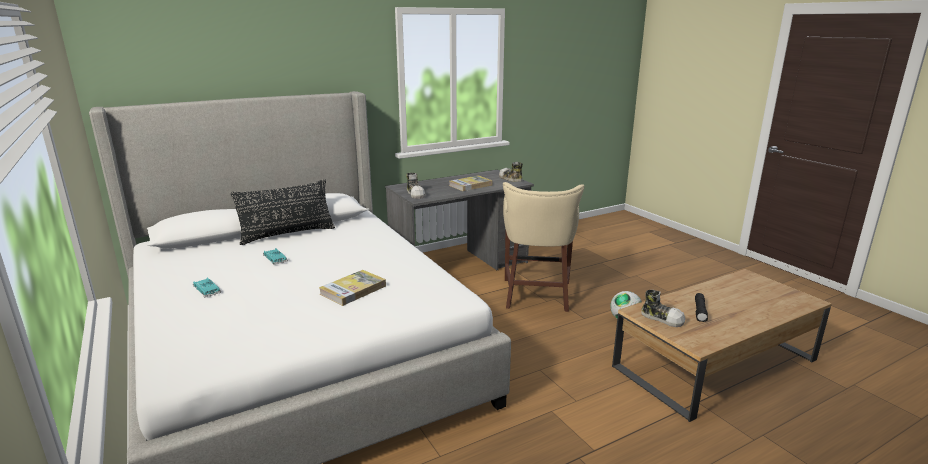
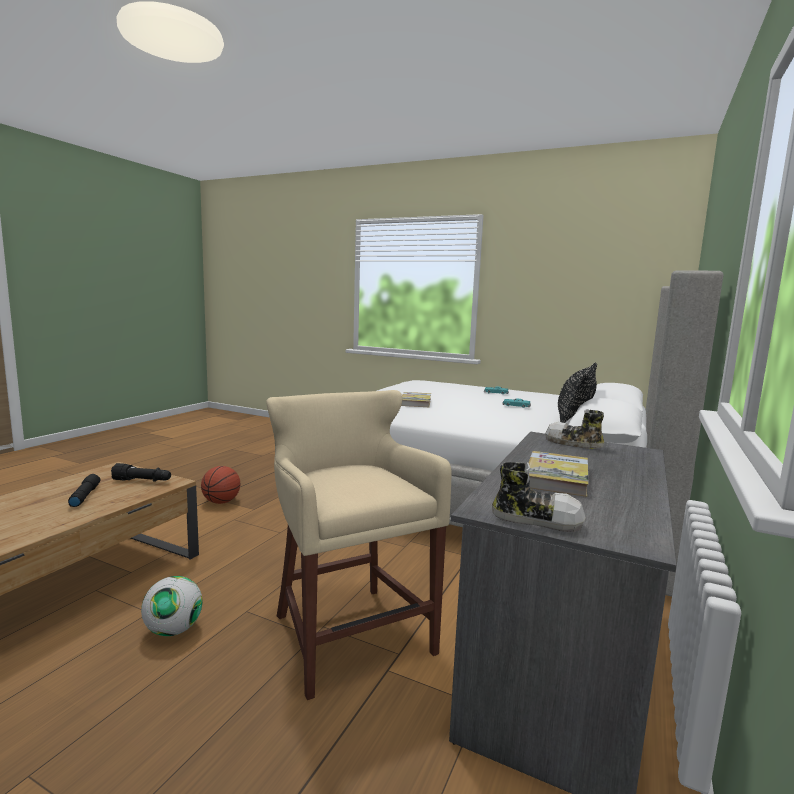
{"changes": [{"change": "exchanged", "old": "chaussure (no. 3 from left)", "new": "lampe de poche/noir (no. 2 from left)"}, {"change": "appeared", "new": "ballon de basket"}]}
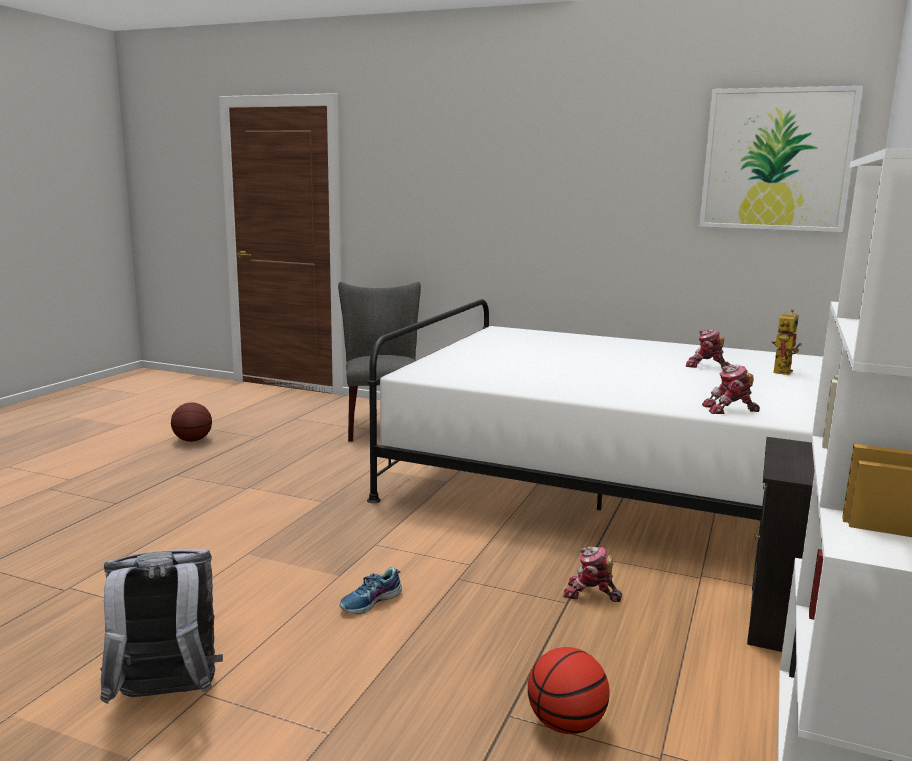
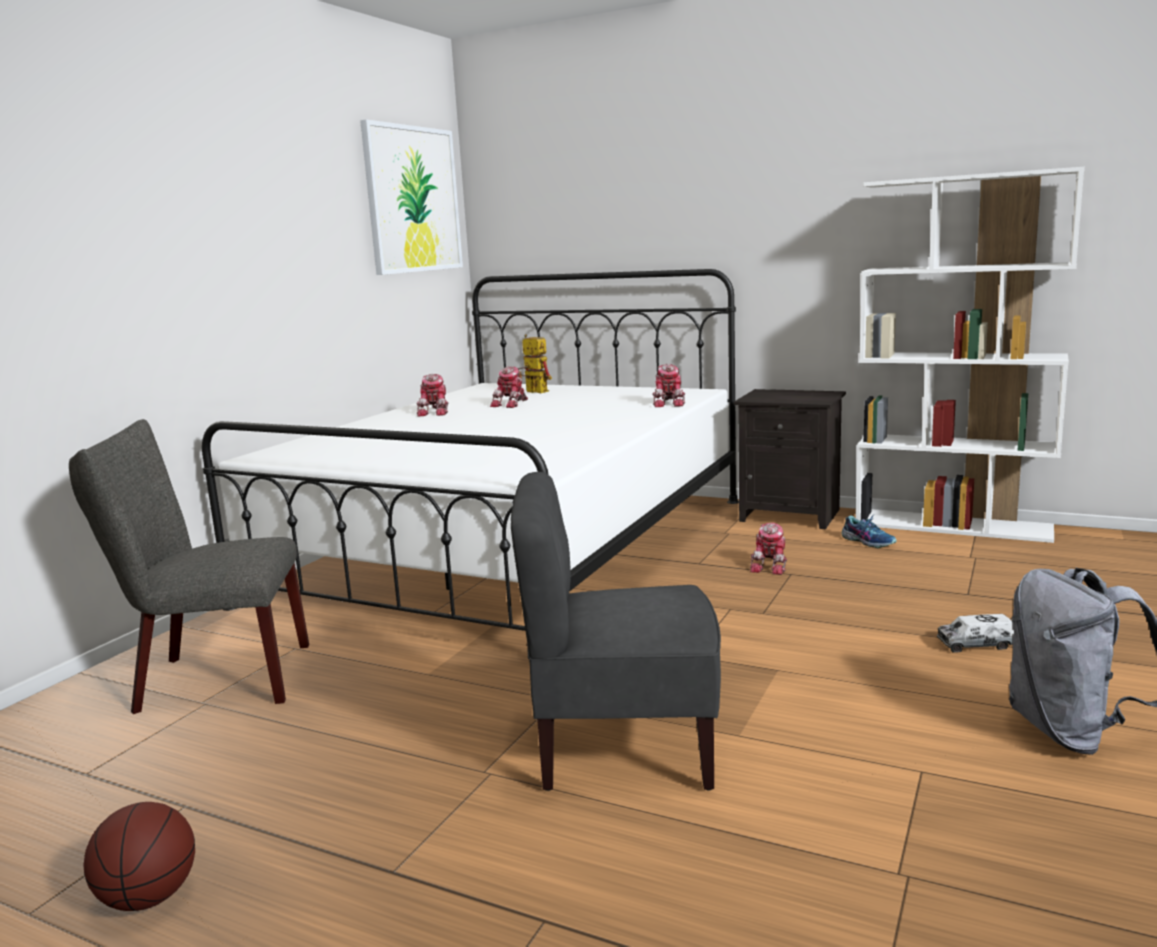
{"changes": [{"change": "relocated", "old": "chaussure"}, {"change": "missing", "old": "ballon de basket (no. 2 from left)"}, {"change": "appeared", "new": "robot jouet (no. 1 from left)"}, {"change": "appeared", "new": "chaise/gris (no. 2 from left)"}, {"change": "appeared", "new": "camion jouet"}]}
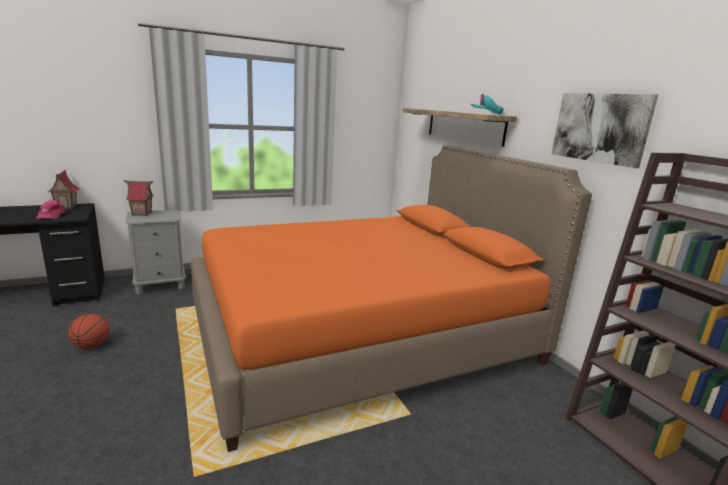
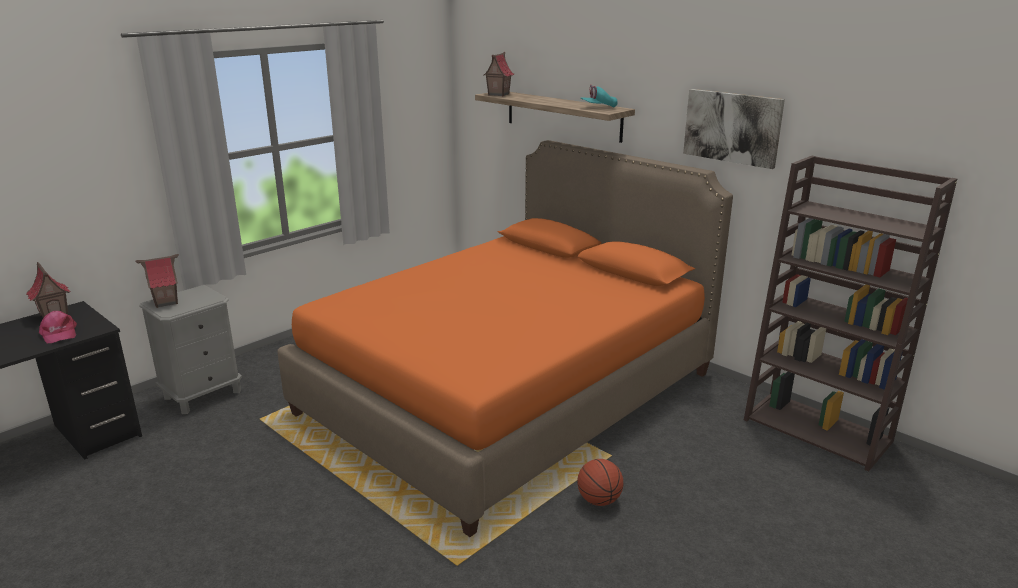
{"changes": [{"change": "relocated", "old": "ballon de basket"}, {"change": "appeared", "new": "maison miniature (no. 3 from left)"}]}
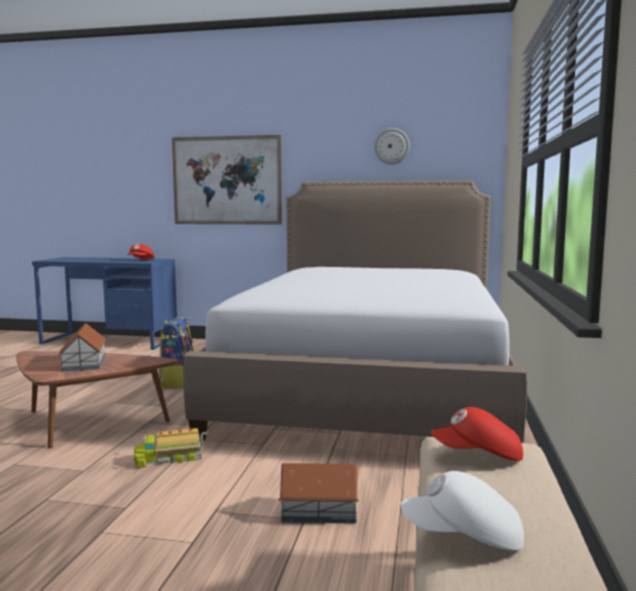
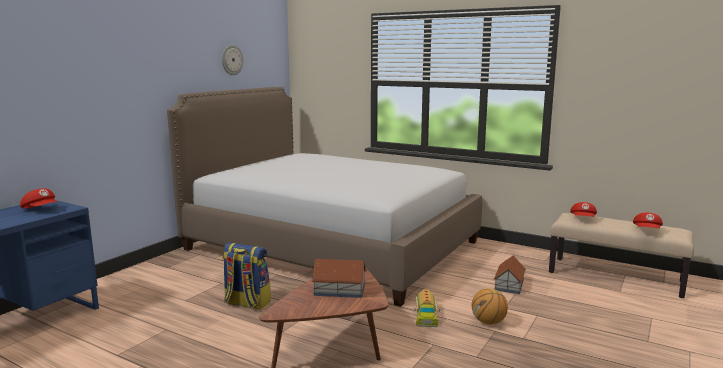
{"changes": [{"change": "missing", "old": "tableau"}, {"change": "colour", "old": "casquette/blanc", "new": "casquette/rouge (no. 3 from left)"}, {"change": "appeared", "new": "ballon de basket"}]}
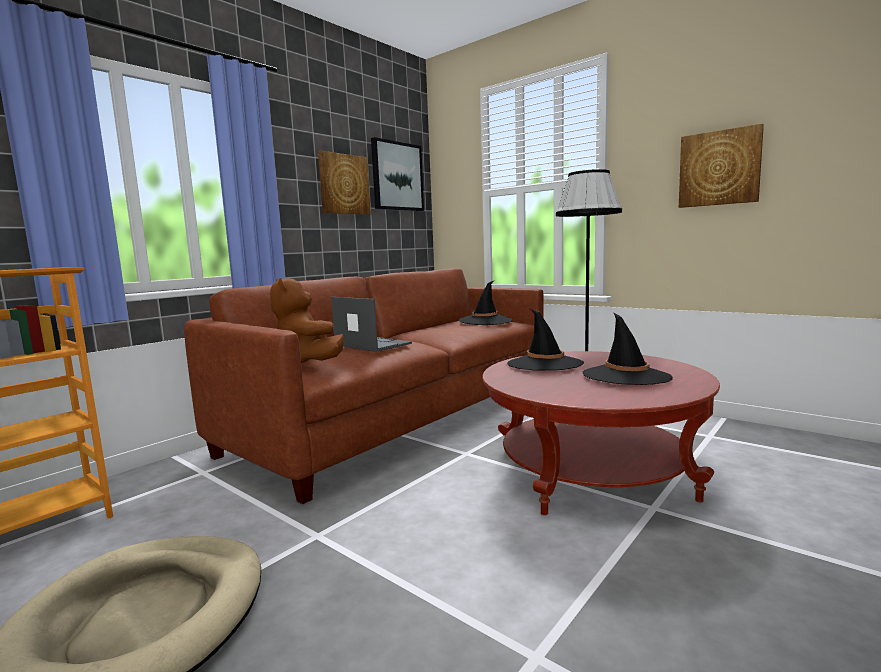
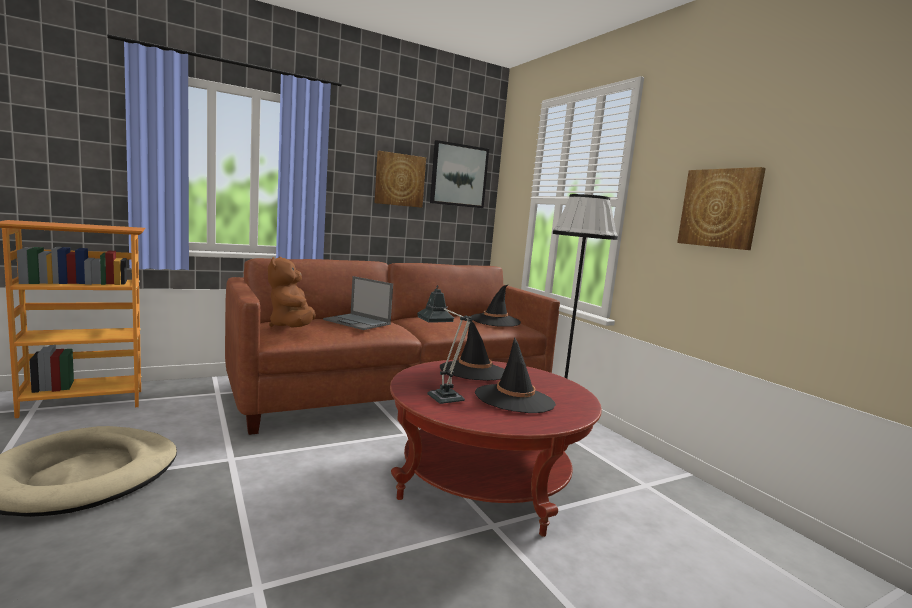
{"changes": [{"change": "spun", "old": "ordinateur portable", "degrees": 150}, {"change": "appeared", "new": "lampe de table"}]}
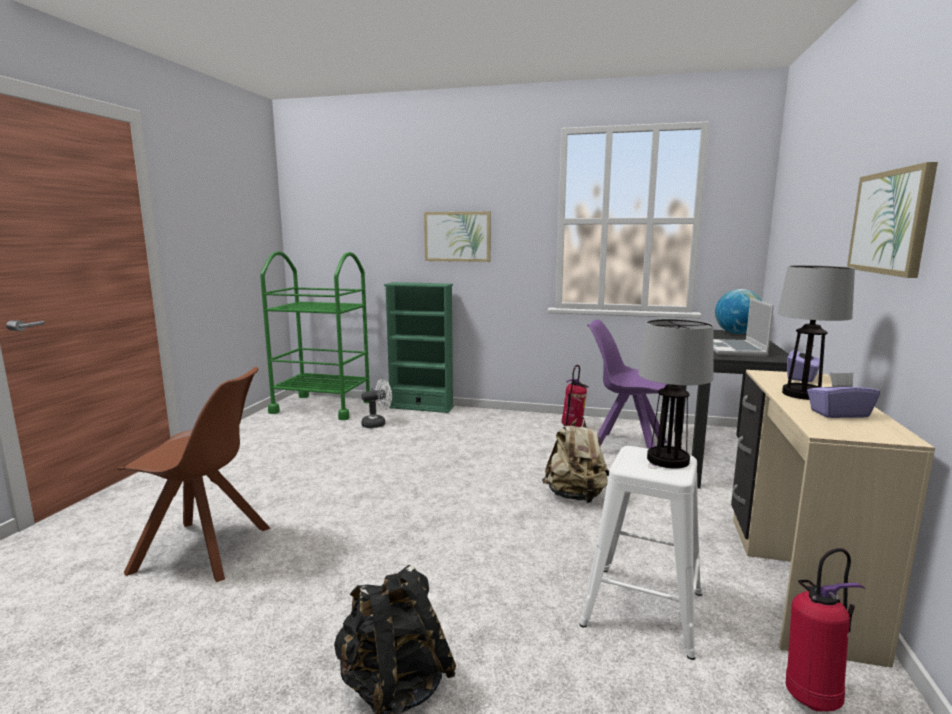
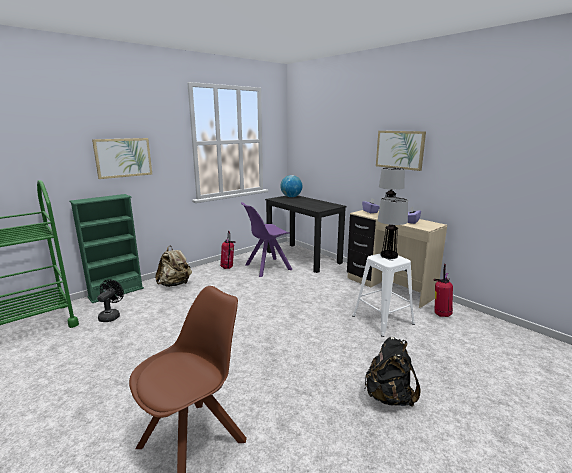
{"changes": [{"change": "colour", "old": "ventilateur/blanc", "new": "ventilateur/noir"}, {"change": "relocated", "old": "sac à dos/beige"}, {"change": "missing", "old": "ordinateur portable"}]}
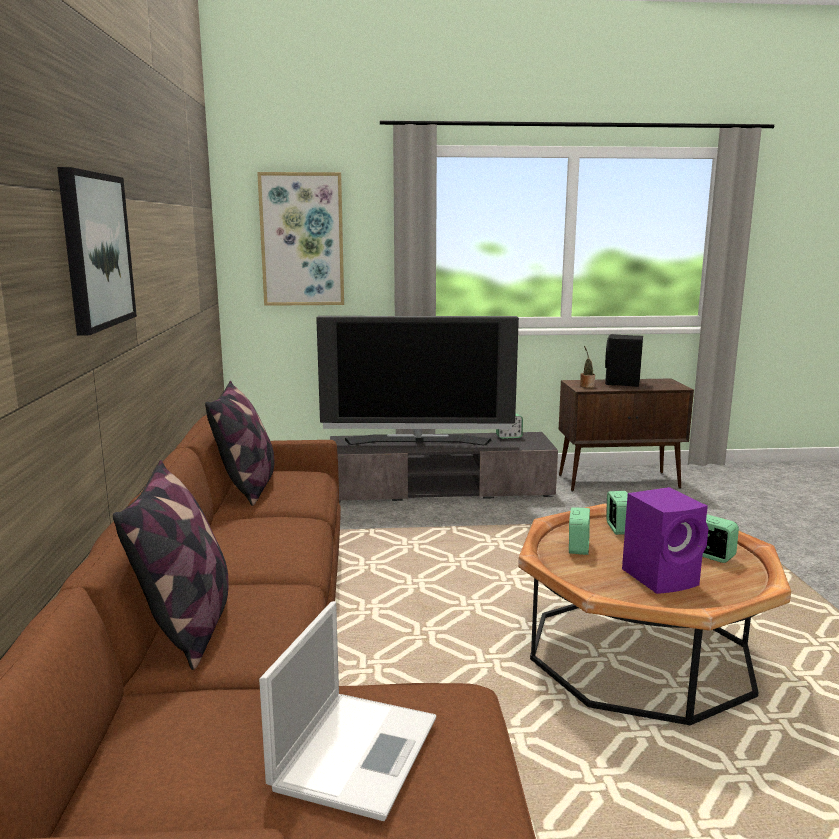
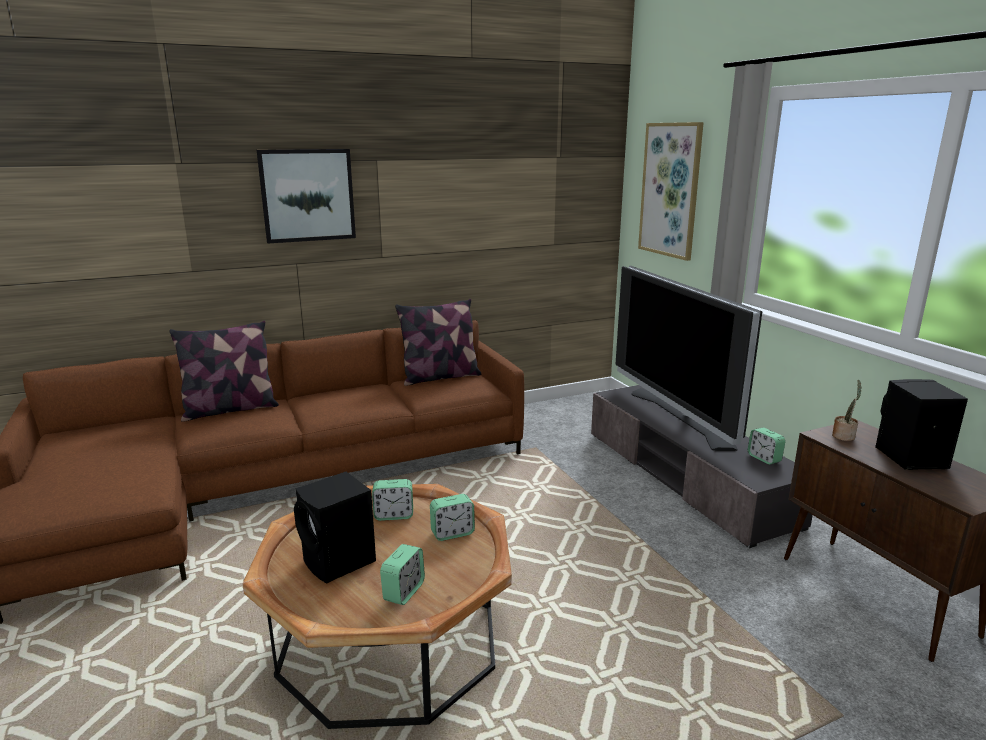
{"changes": [{"change": "missing", "old": "ordinateur portable"}, {"change": "colour", "old": "enceinte/violet", "new": "enceinte/noir (no. 1 from left)"}]}
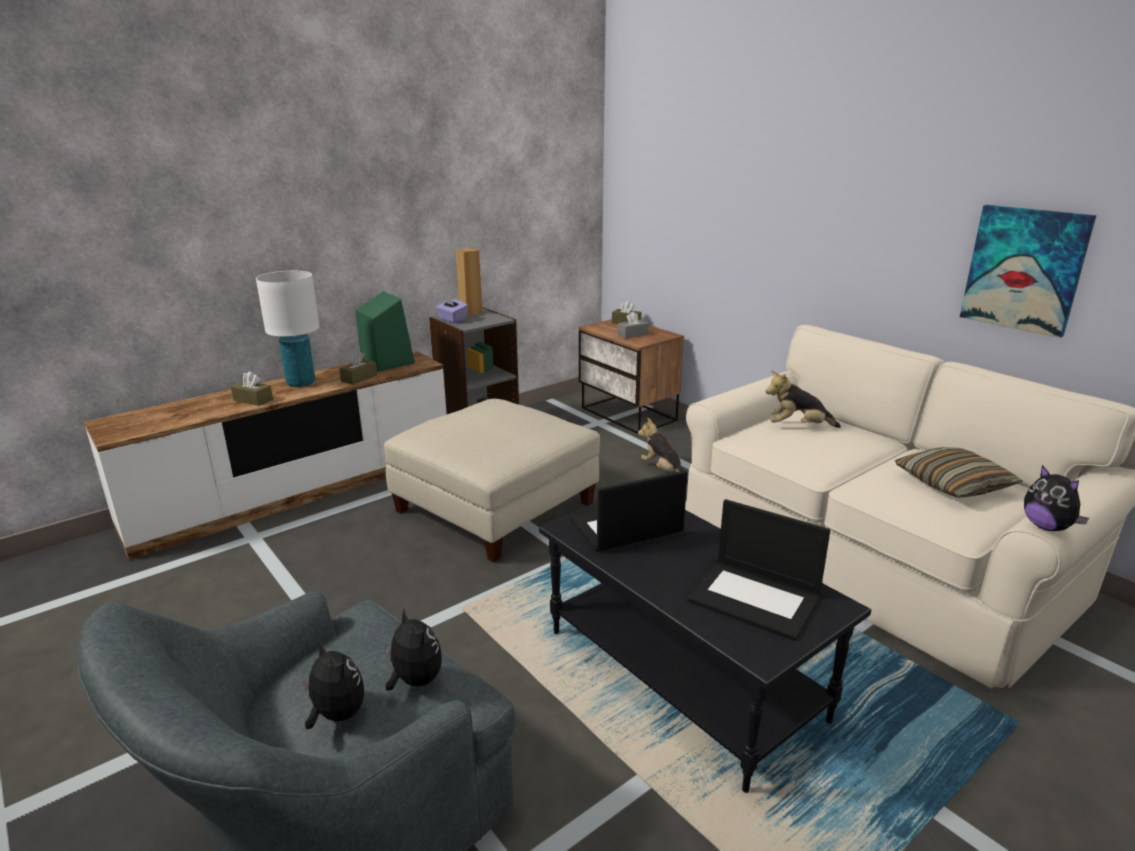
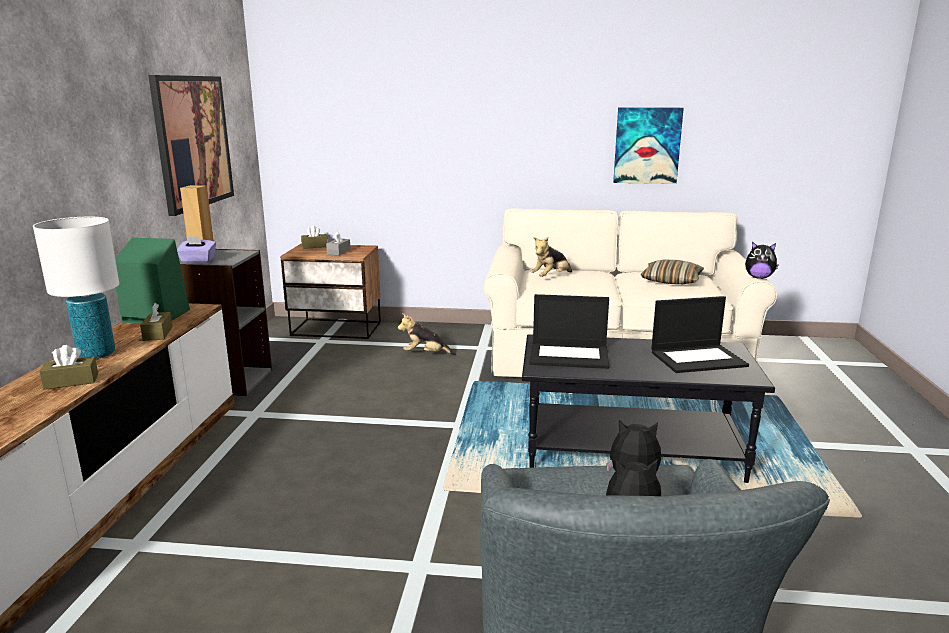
{"changes": [{"change": "missing", "old": "pouf/beige"}, {"change": "spun", "old": "ordinateur portable (no. 1 from left)", "degrees": -105}, {"change": "appeared", "new": "tableau (no. 1 from left)"}]}
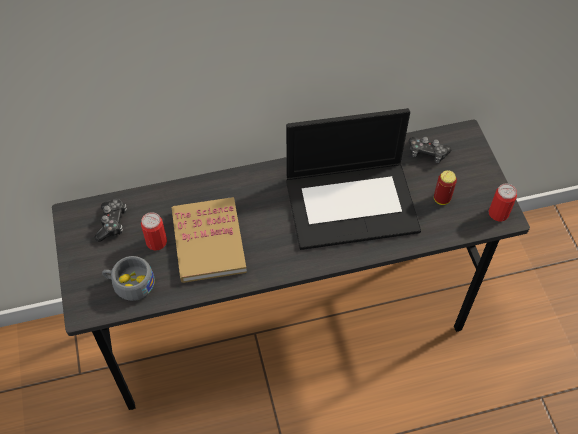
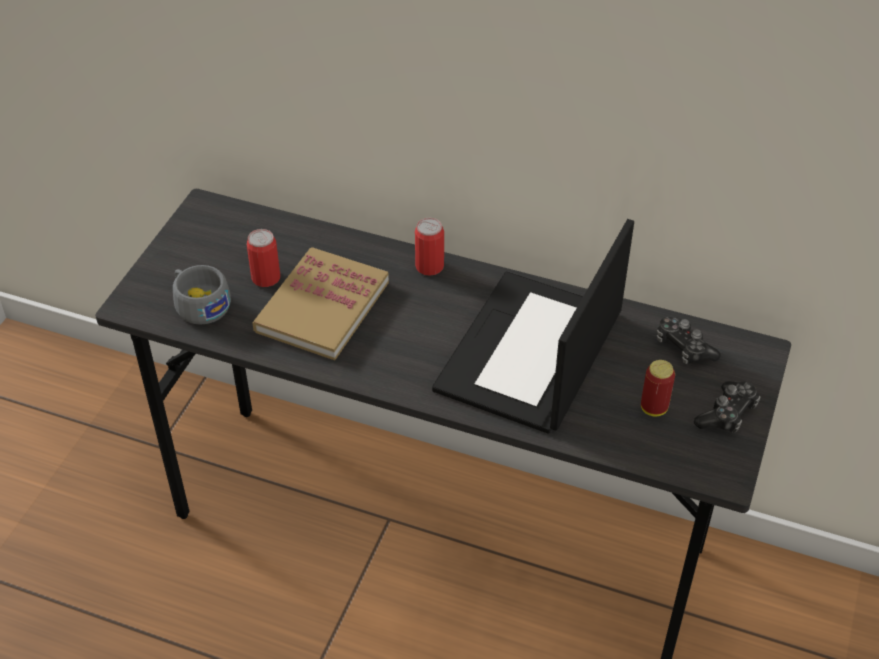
{"changes": [{"change": "relocated", "old": "manette (no. 1 from left in the first image)", "new": "manette (no. 2 from left)"}, {"change": "spun", "old": "ordinateur portable", "degrees": 90}, {"change": "relocated", "old": "boîte métallique (no. 3 from left in the first image)", "new": "boîte métallique (no. 2 from left)"}]}
